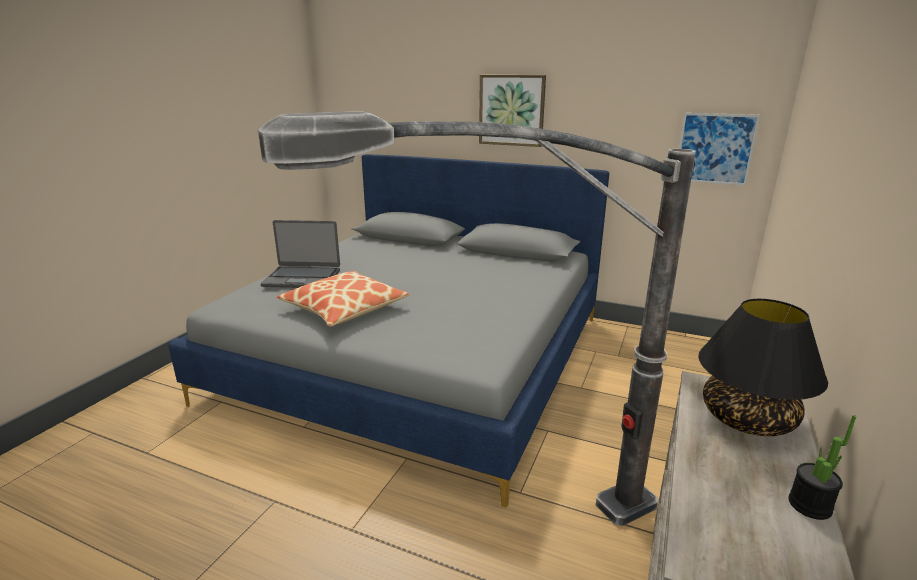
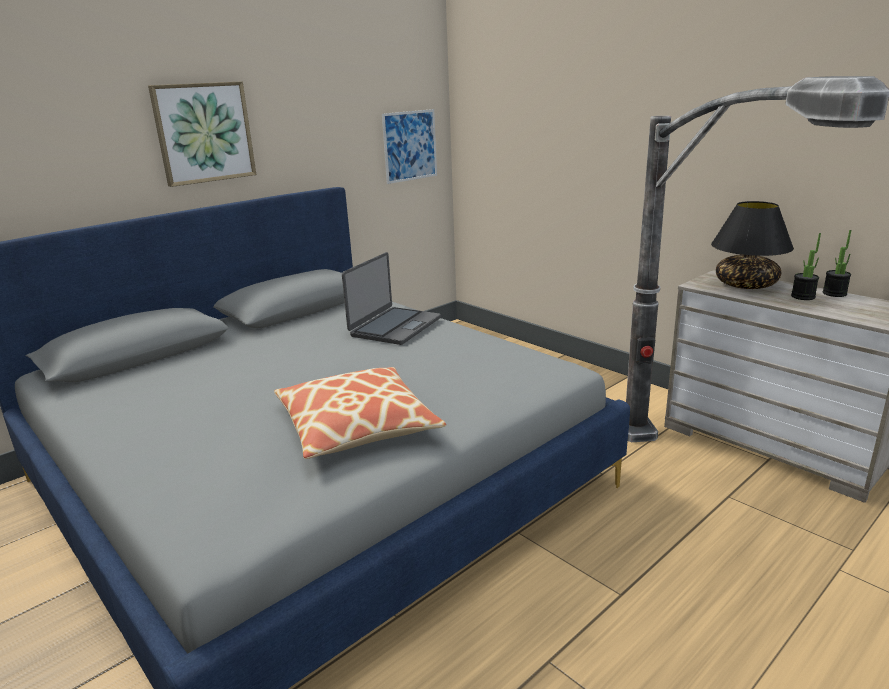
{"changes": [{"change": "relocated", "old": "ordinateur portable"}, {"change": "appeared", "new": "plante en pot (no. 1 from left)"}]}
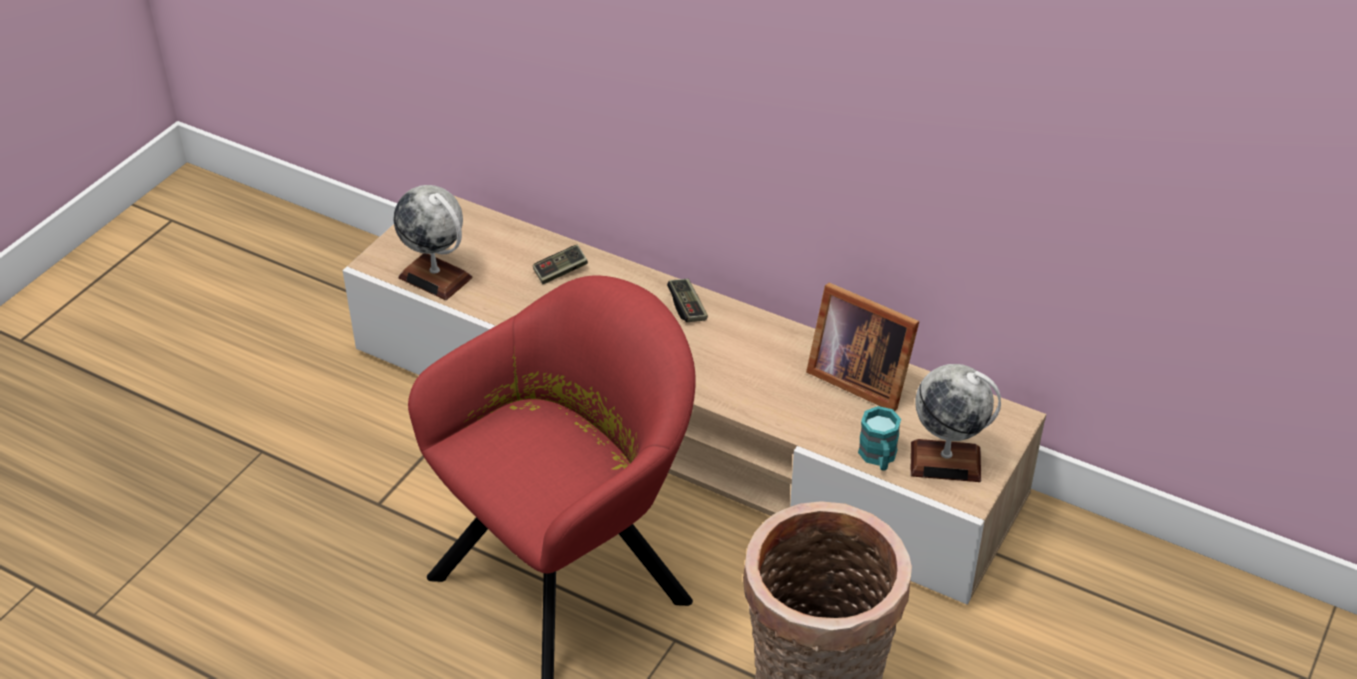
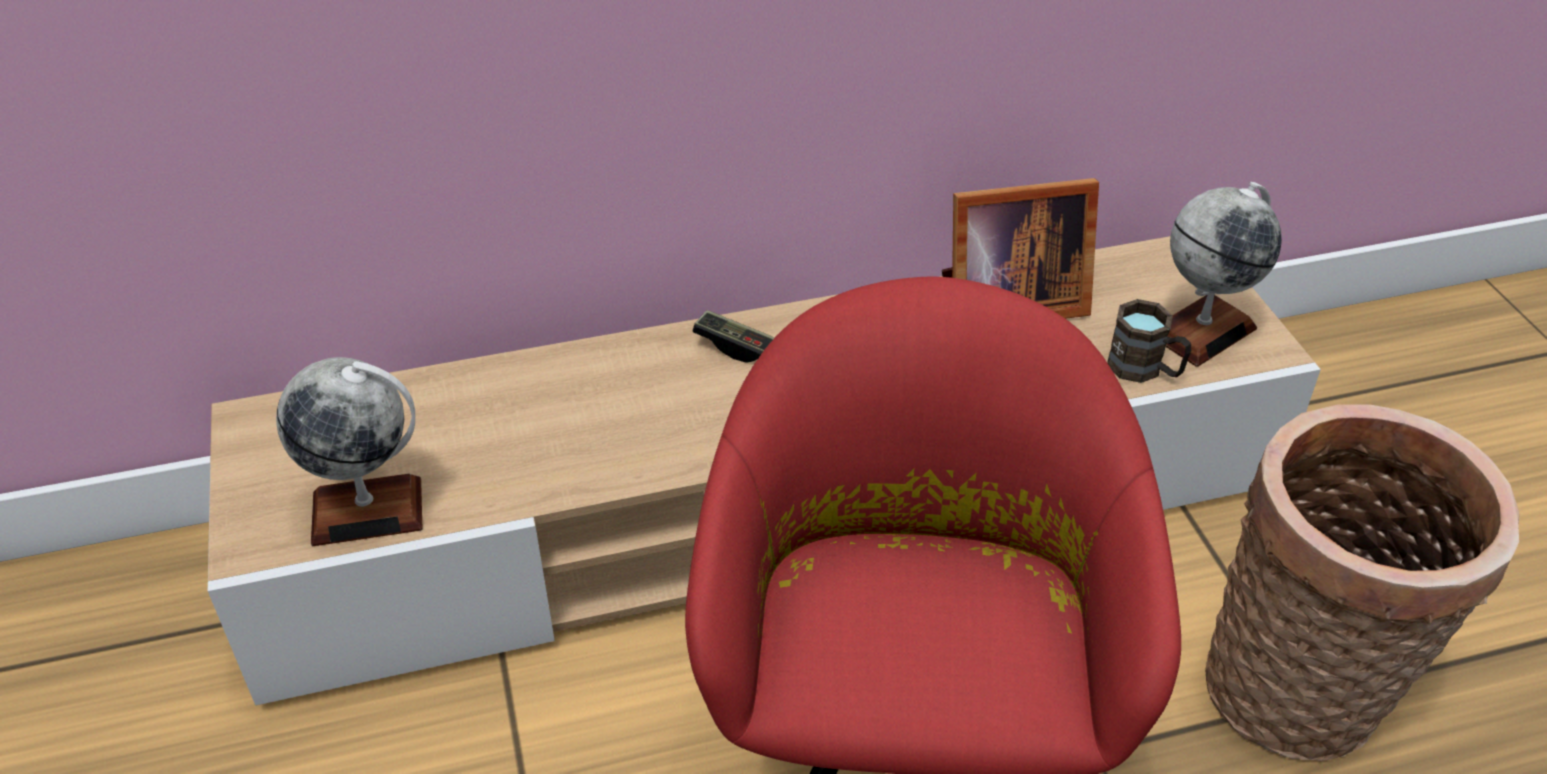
{"changes": [{"change": "missing", "old": "manette (no. 1 from left)"}, {"change": "colour", "old": "mug/turquoise", "new": "mug/marron"}]}
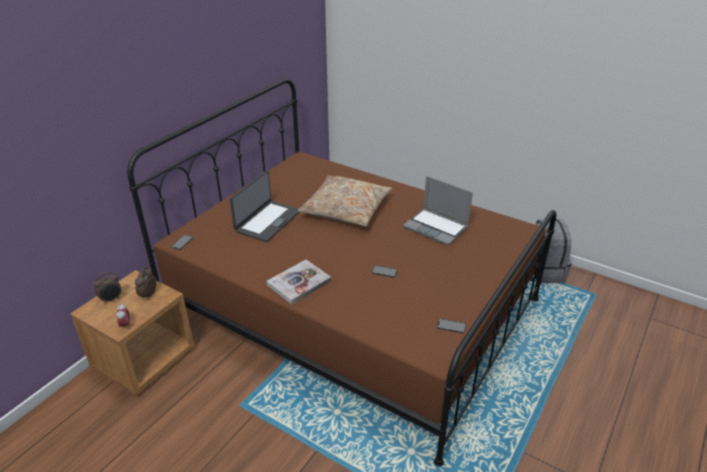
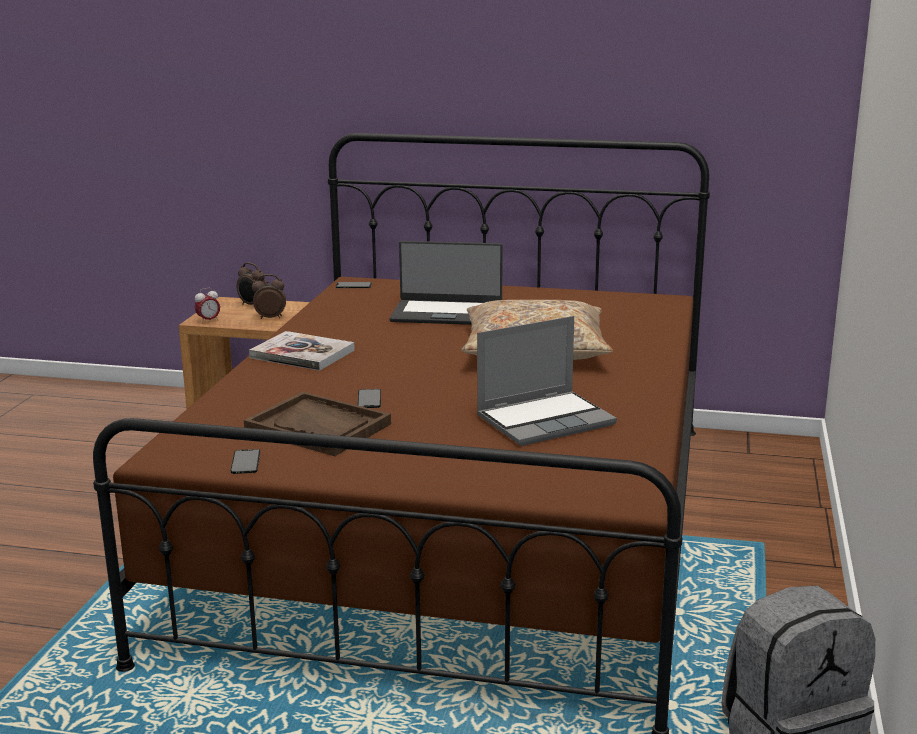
{"changes": [{"change": "spun", "old": "ordinateur portable (no. 2 from left)", "degrees": -135}, {"change": "appeared", "new": "plateau/marron"}]}
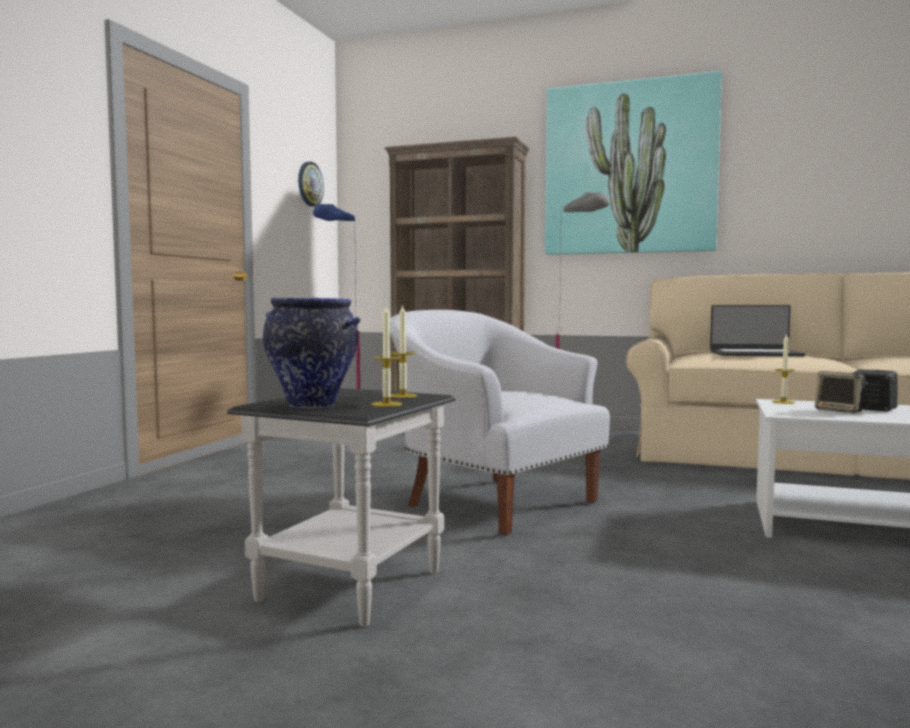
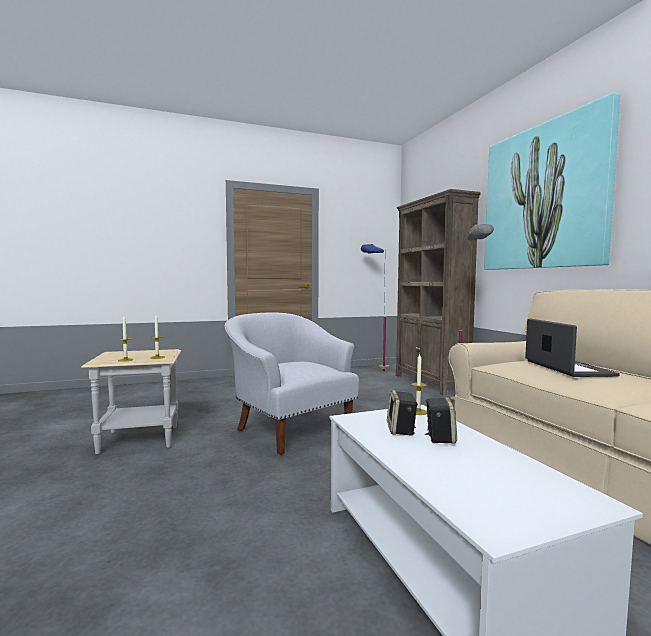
{"changes": [{"change": "colour", "old": "table d'appoint/noir", "new": "table d'appoint/beige"}, {"change": "missing", "old": "vase"}, {"change": "missing", "old": "horloge murale"}, {"change": "spun", "old": "fauteuil/blanc", "degrees": -45}, {"change": "spun", "old": "ordinateur portable", "degrees": -150}]}
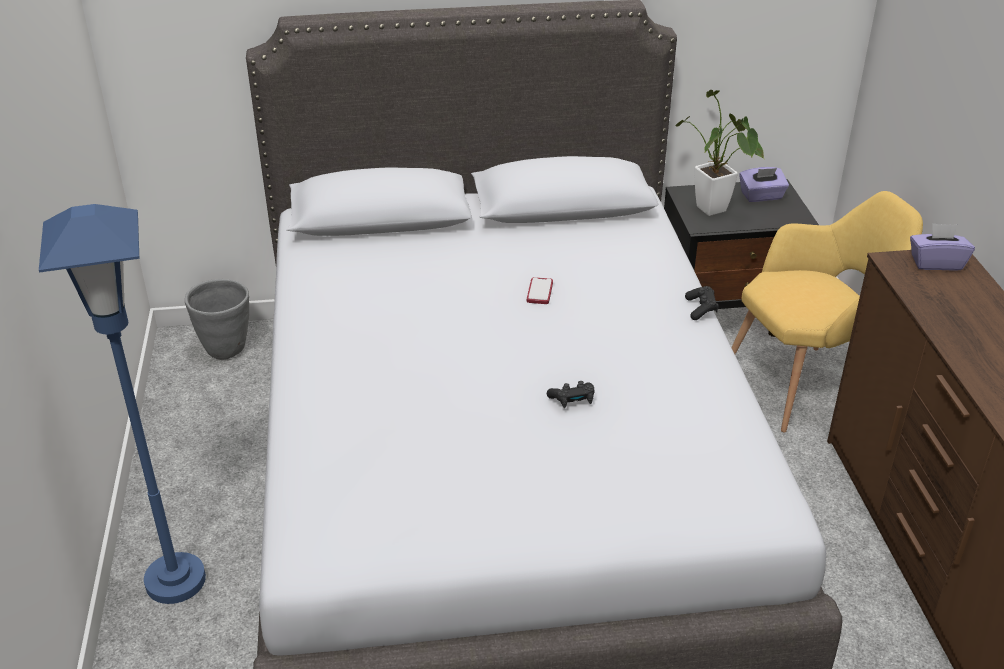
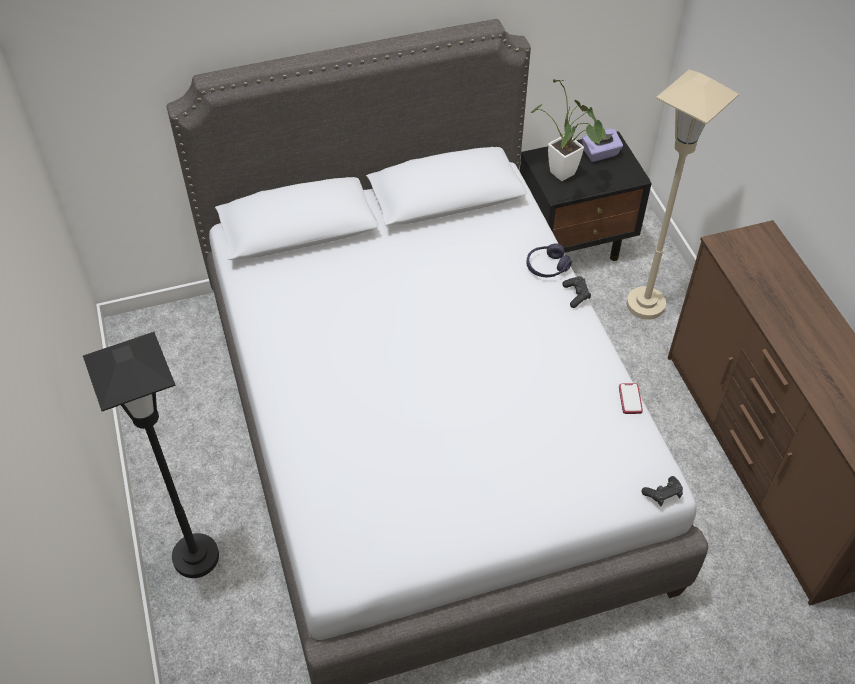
{"changes": [{"change": "colour", "old": "lampadaire/bleu", "new": "lampadaire/noir"}, {"change": "missing", "old": "cache-pot/gris"}, {"change": "relocated", "old": "téléphone"}, {"change": "relocated", "old": "manette/noir (no. 1 from left in the first image)", "new": "manette/noir (no. 2 from left)"}, {"change": "exchanged", "old": "fauteuil/jaune", "new": "lampadaire/beige"}, {"change": "missing", "old": "boîte à mouchoirs/violet (no. 2 from left)"}, {"change": "appeared", "new": "casque audio/violet"}]}
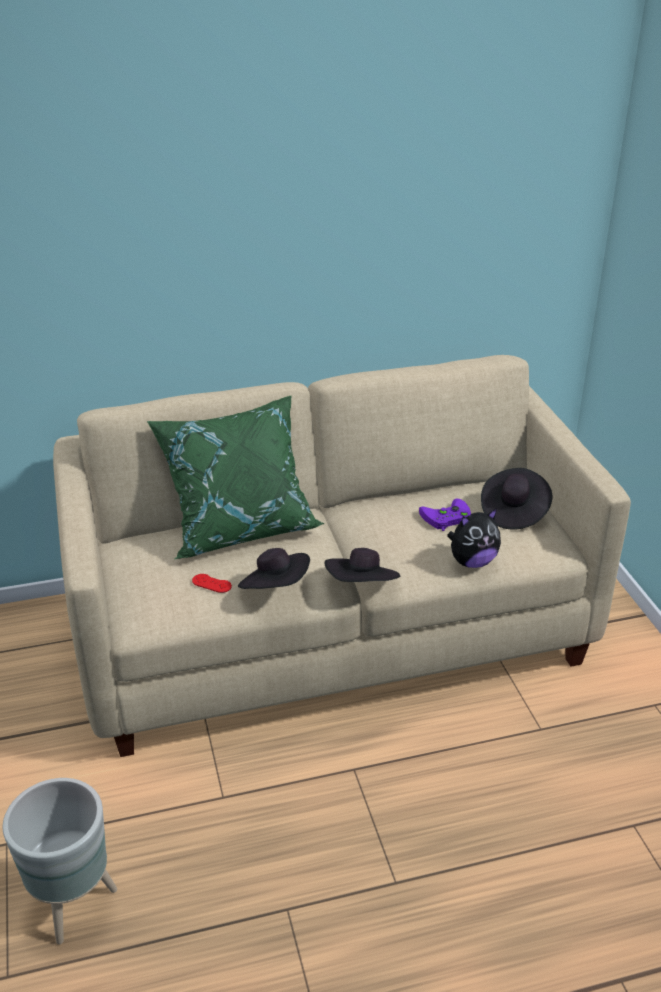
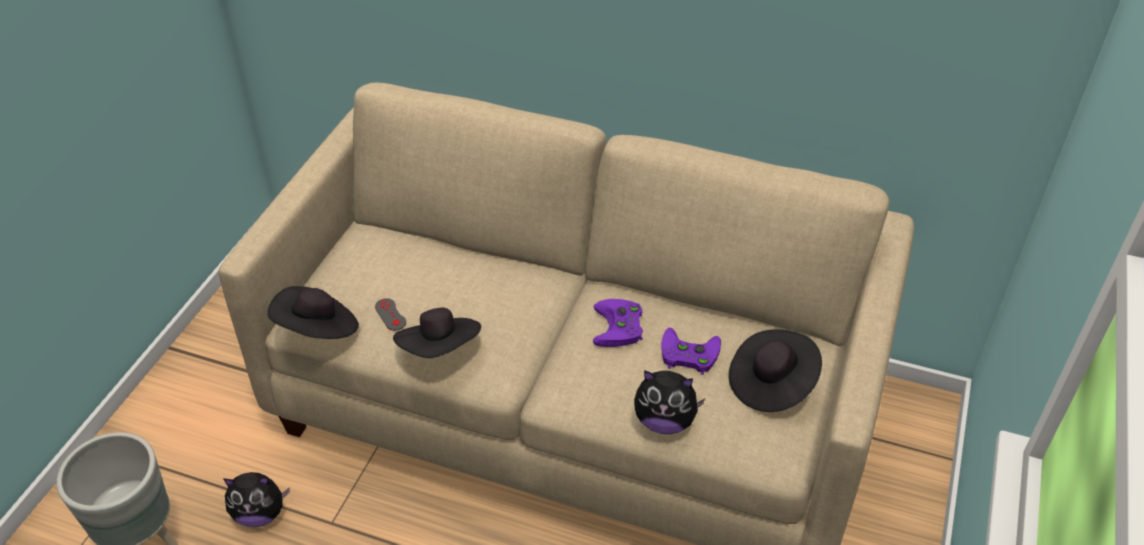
{"changes": [{"change": "missing", "old": "coussin/vert"}, {"change": "colour", "old": "manette/rouge", "new": "manette/gris"}, {"change": "relocated", "old": "chapeau/noir (no. 2 from left in the first image)", "new": "chapeau/noir (no. 1 from left)"}, {"change": "appeared", "new": "peluche (no. 1 from left)"}, {"change": "appeared", "new": "manette/violet (no. 1 from left)"}]}
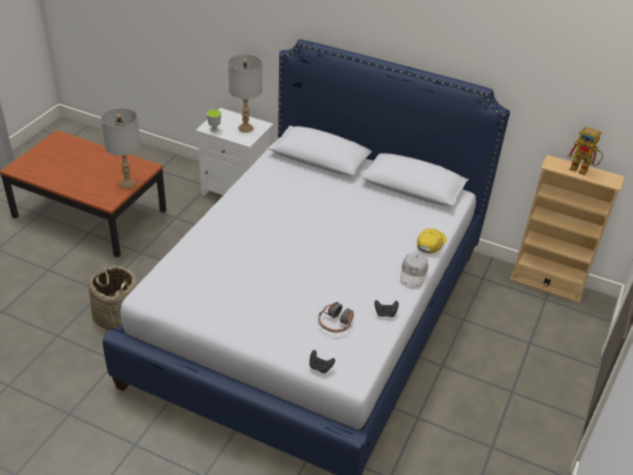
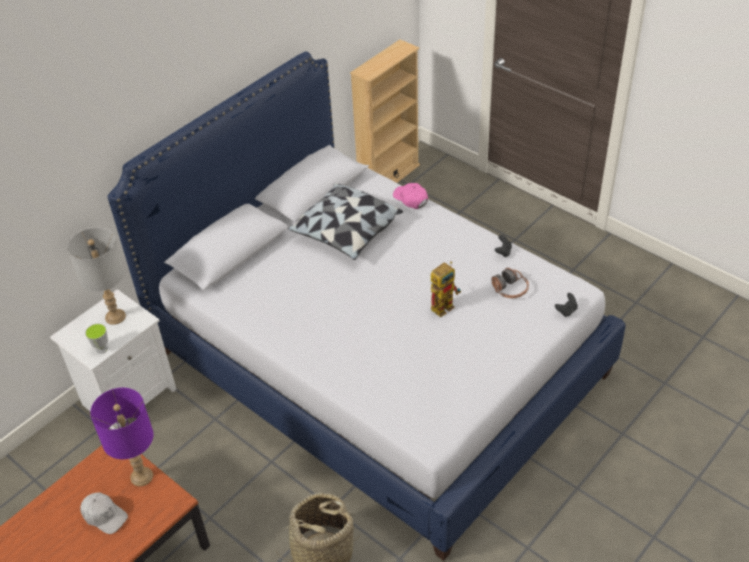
{"changes": [{"change": "colour", "old": "lampe de table/gris (no. 1 from left)", "new": "lampe de table/violet"}, {"change": "relocated", "old": "casquette/blanc"}, {"change": "colour", "old": "casquette/jaune", "new": "casquette/rose"}, {"change": "relocated", "old": "robot jouet"}, {"change": "appeared", "new": "coussin"}]}
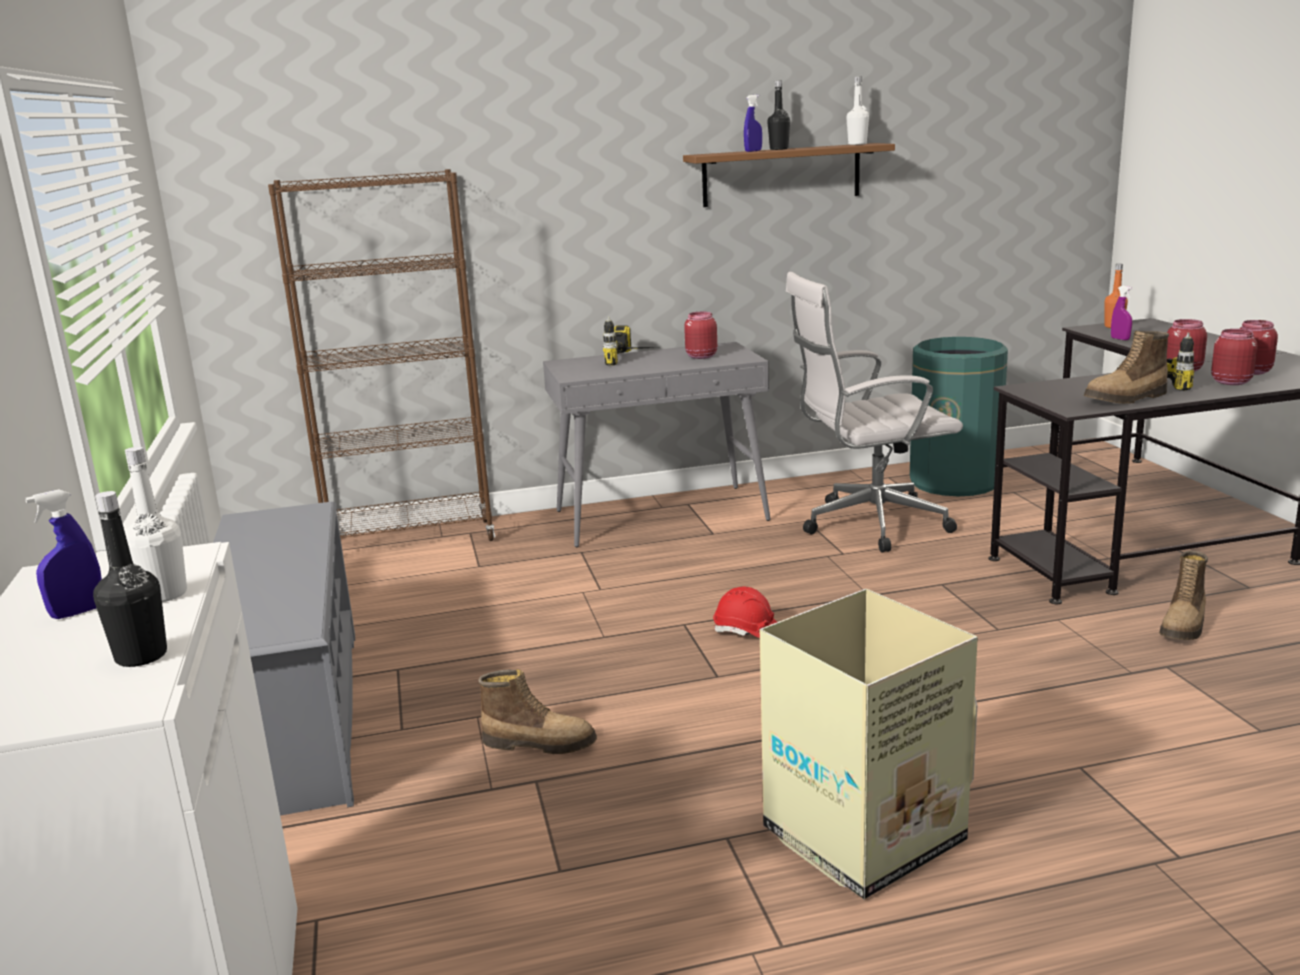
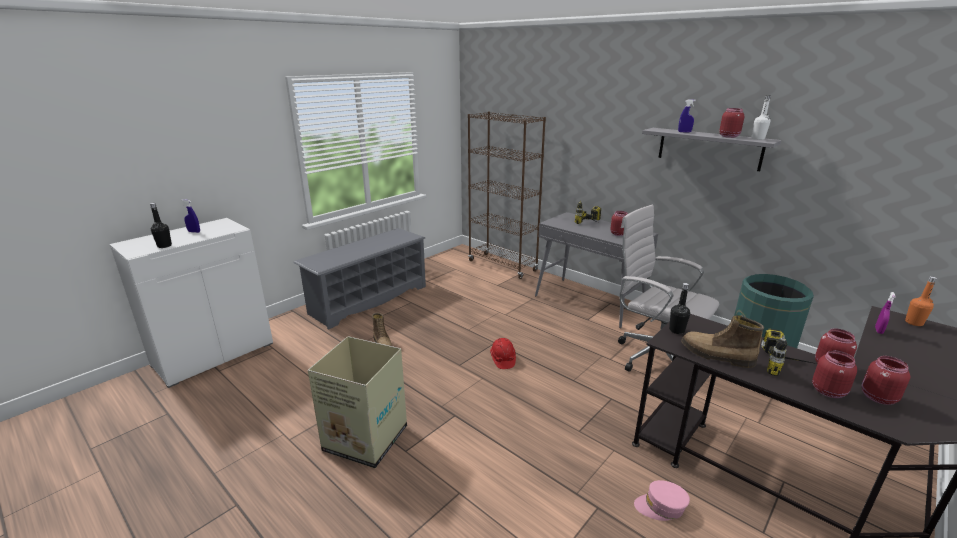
{"changes": [{"change": "missing", "old": "bouteille/blanc (no. 1 from left)"}, {"change": "colour", "old": "étagère/marron", "new": "étagère/gris"}, {"change": "relocated", "old": "bouteille/noir (no. 2 from left)"}, {"change": "exchanged", "old": "botte (no. 3 from left)", "new": "casquette/rose"}, {"change": "appeared", "new": "bocal/rouge (no. 2 from left)"}]}
